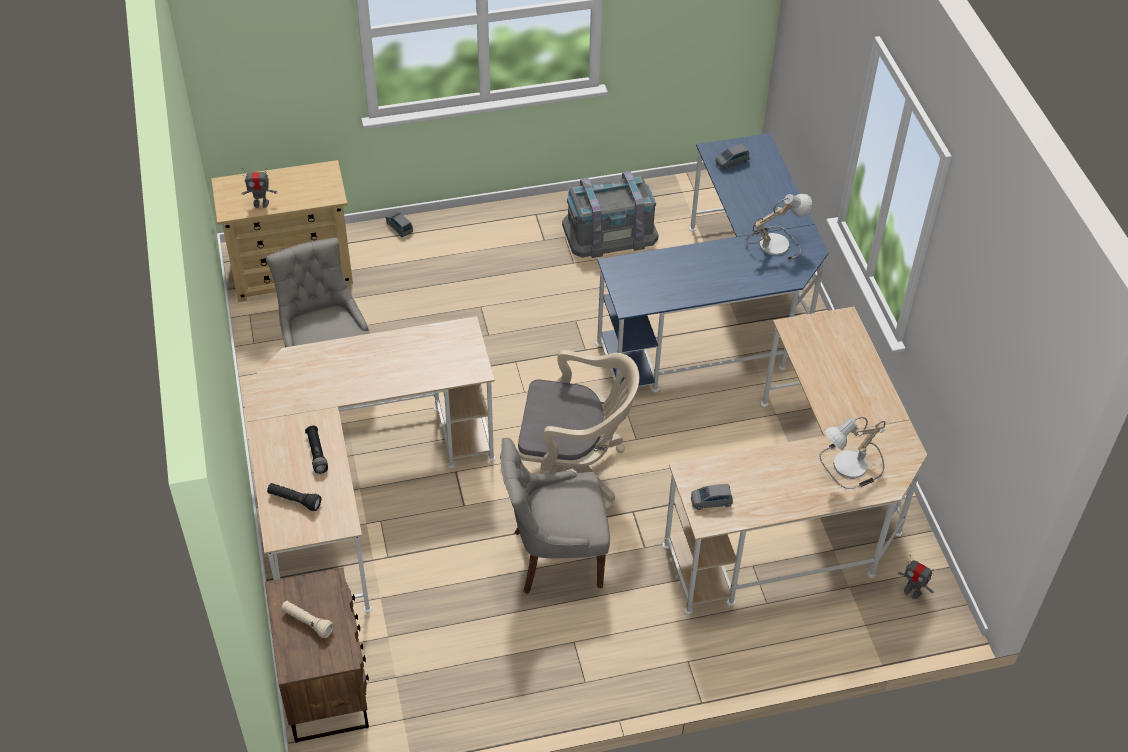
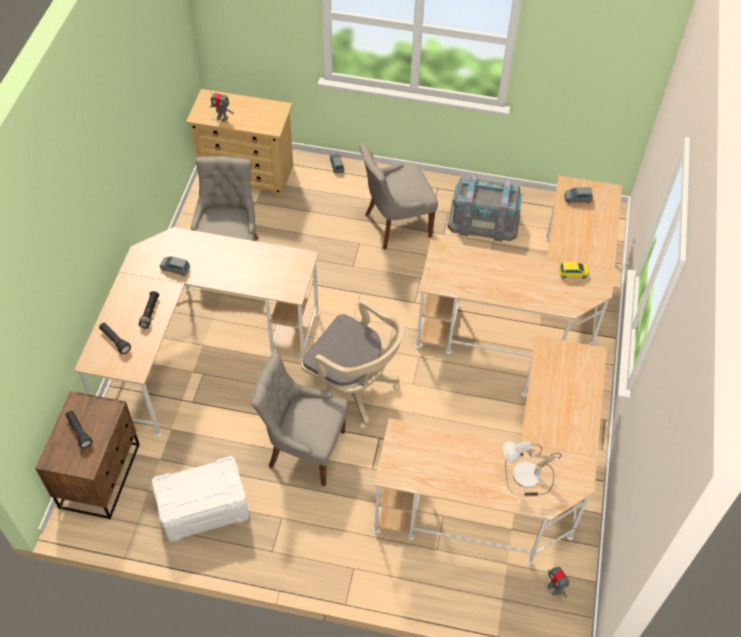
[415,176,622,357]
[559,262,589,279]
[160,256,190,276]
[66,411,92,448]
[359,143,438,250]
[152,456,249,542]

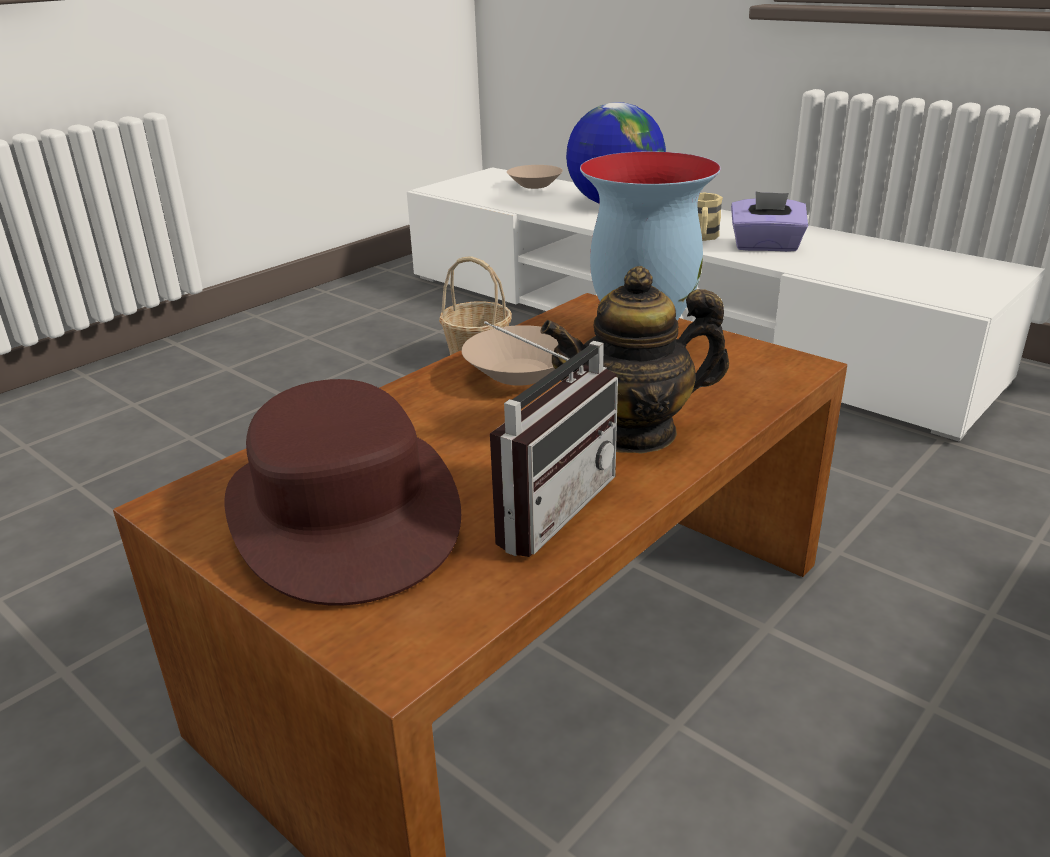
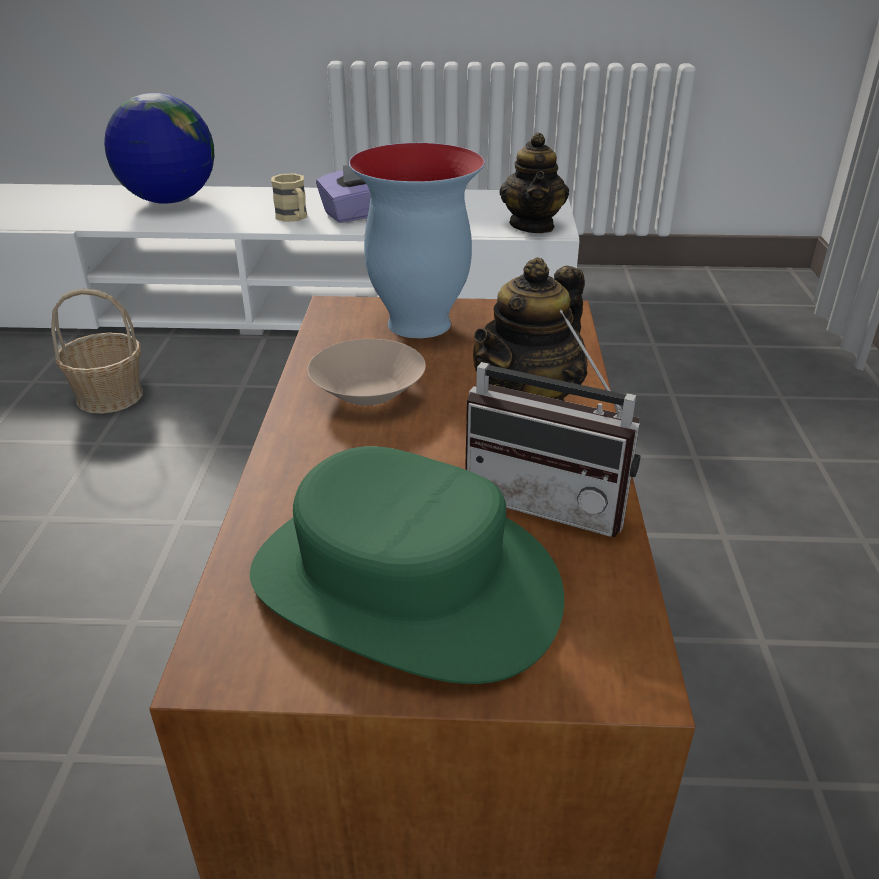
[507,165,563,189] (first image)
[465,310,640,537]
[250,446,564,684]
[499,132,569,233]

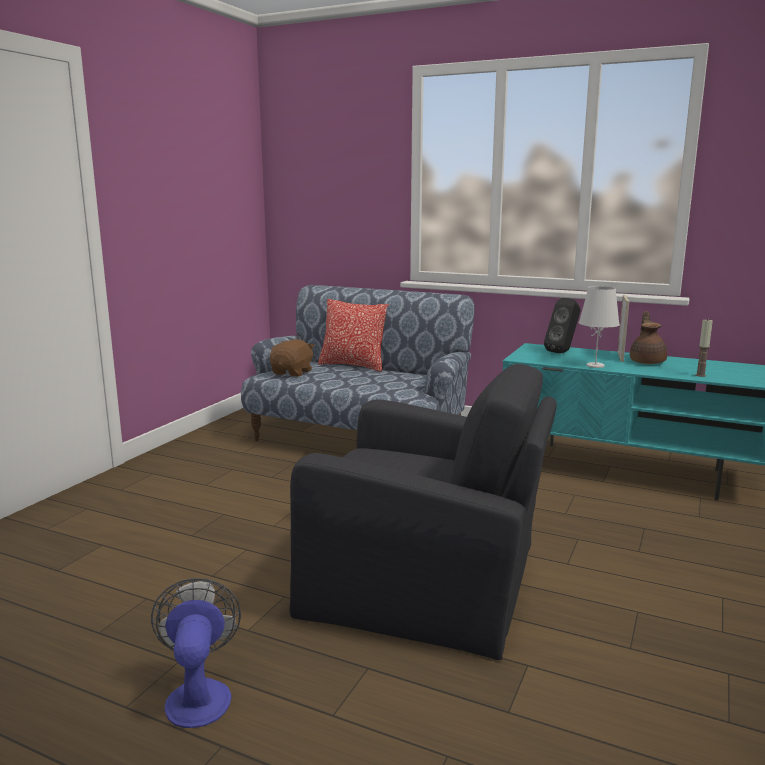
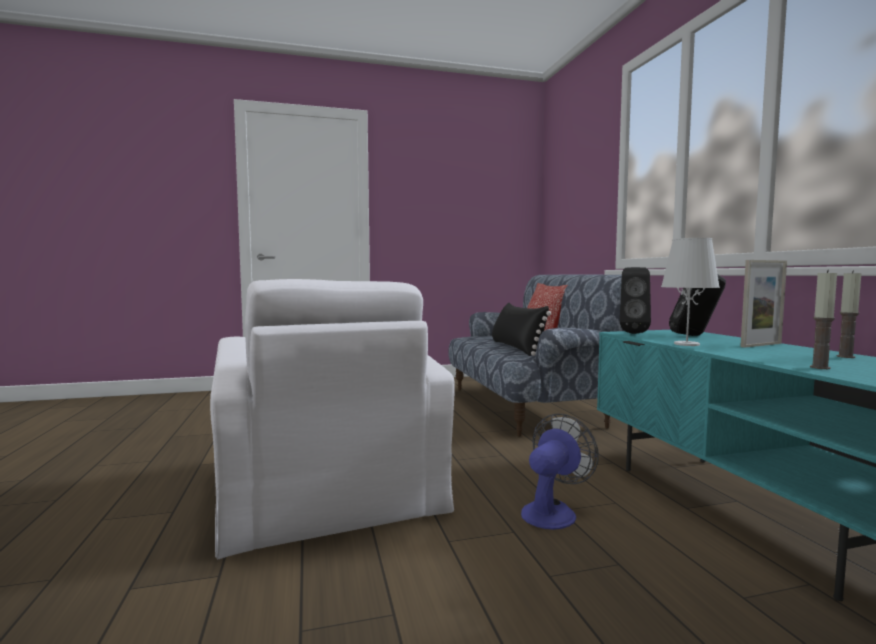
[630,311,667,364] (first image)
[270,339,315,377] (first image)
[210,279,455,560]
[521,414,599,530]
[620,267,651,334]
[837,270,862,358]
[492,303,551,356]

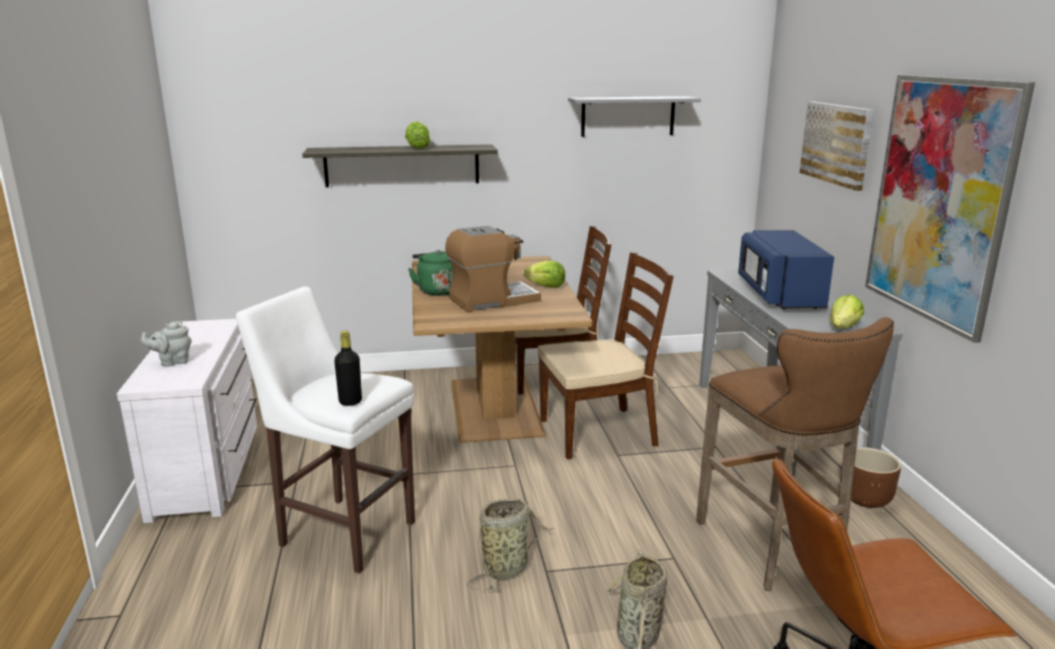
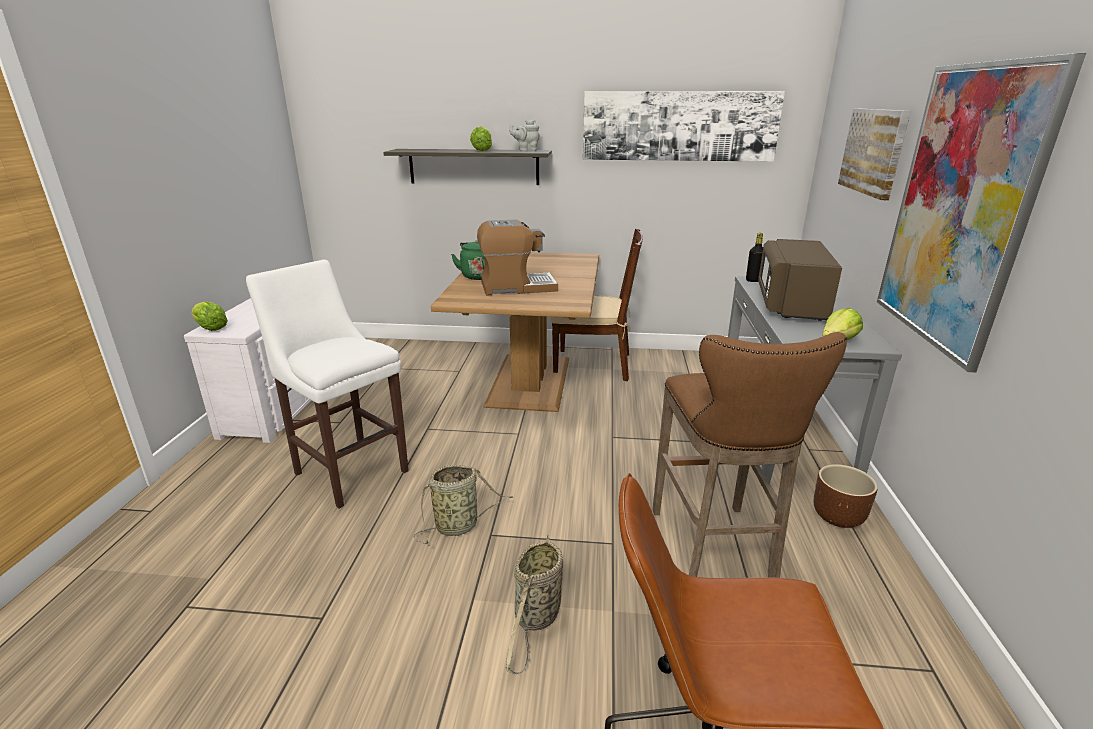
[583,91,785,162]
[758,239,842,321]
[537,252,674,459] (first image)
[191,302,228,331]
[509,120,540,152]
[746,233,763,282]

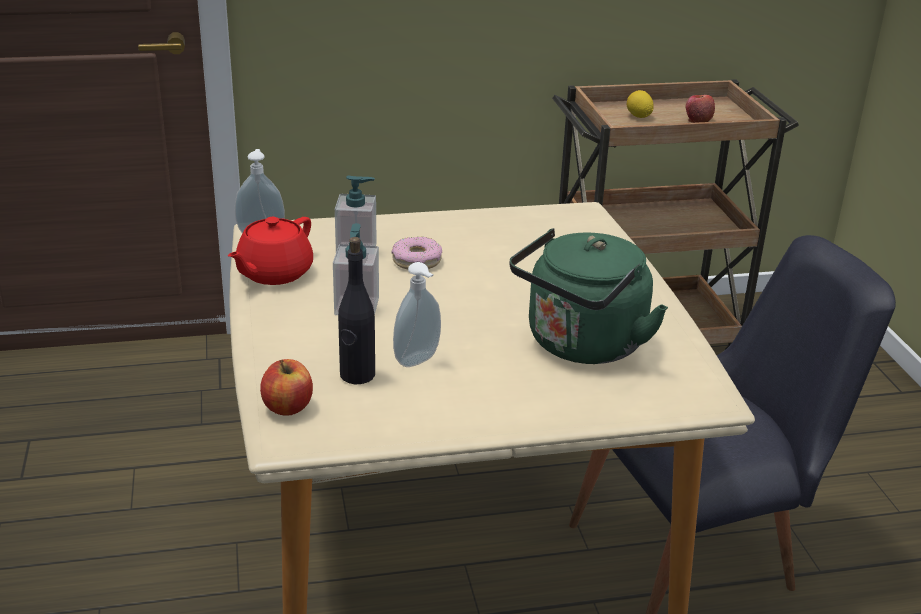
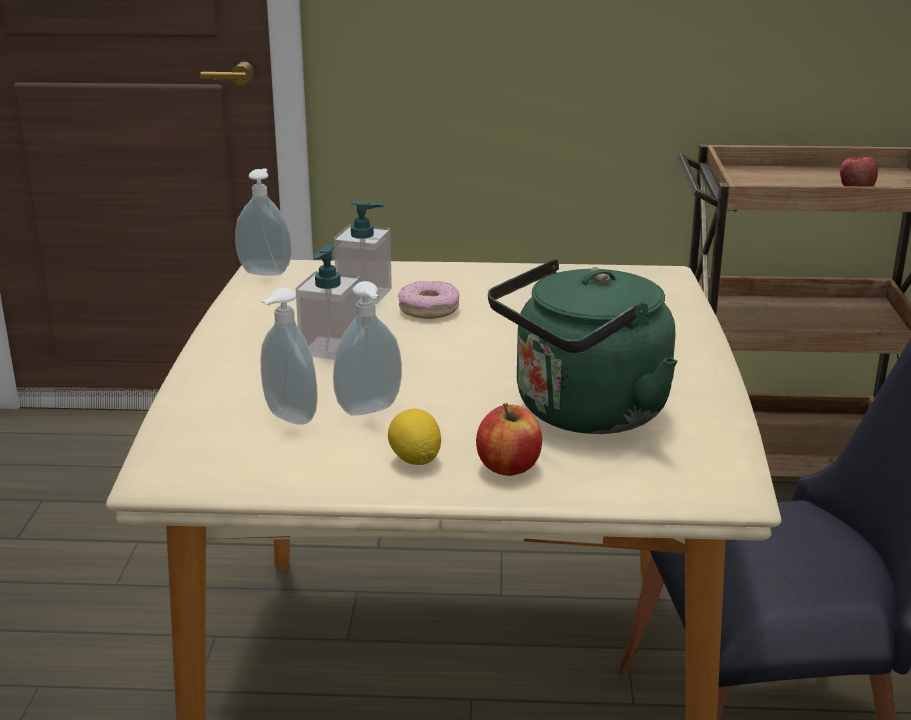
[388,408,441,465]
[228,217,313,285] (first image)
[261,288,318,425]
[476,403,542,476]

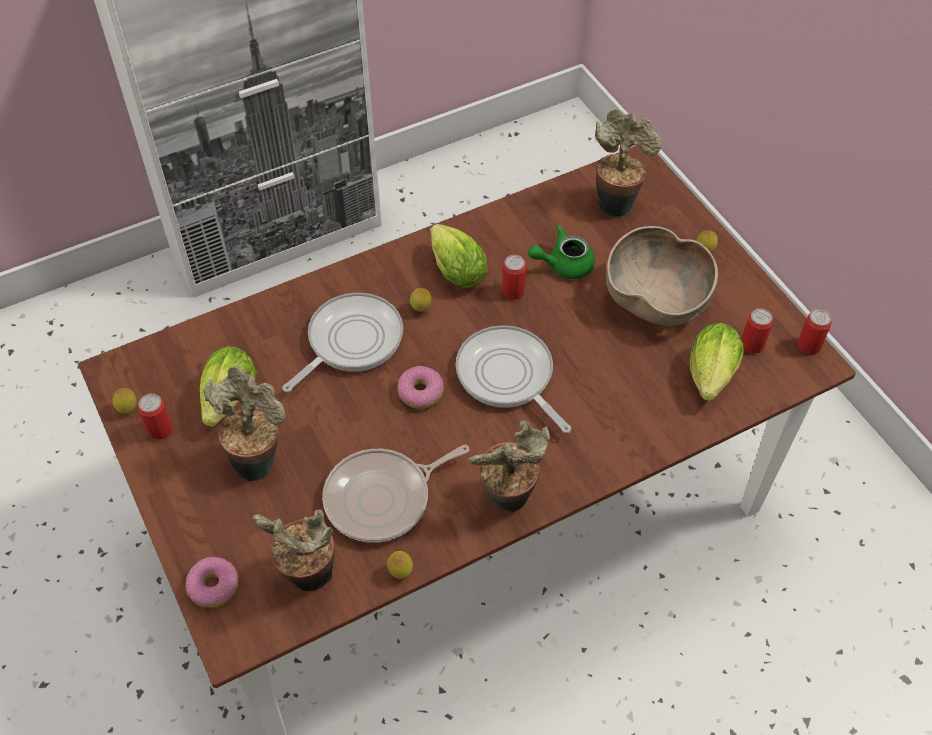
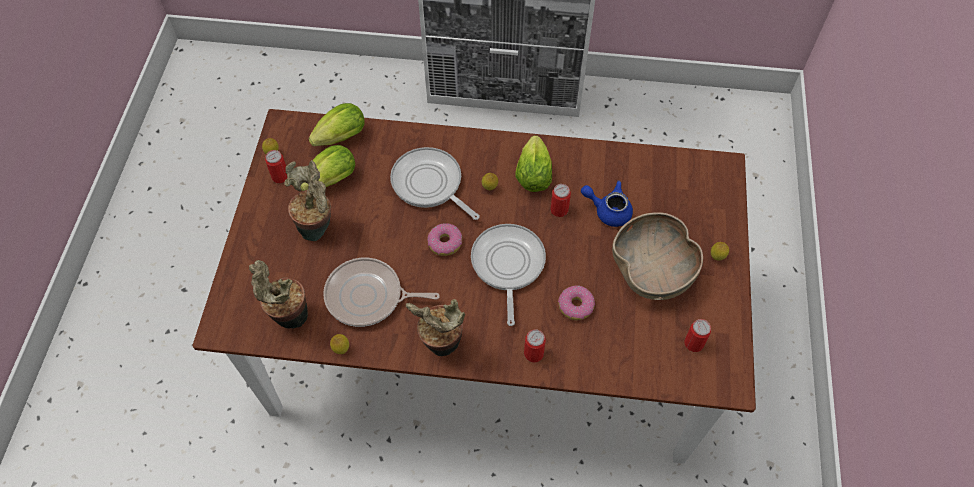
[595,109,662,218] (first image)
[581,181,633,227]
[390,147,480,220]
[524,329,546,362]
[308,103,365,146]
[558,285,595,320]

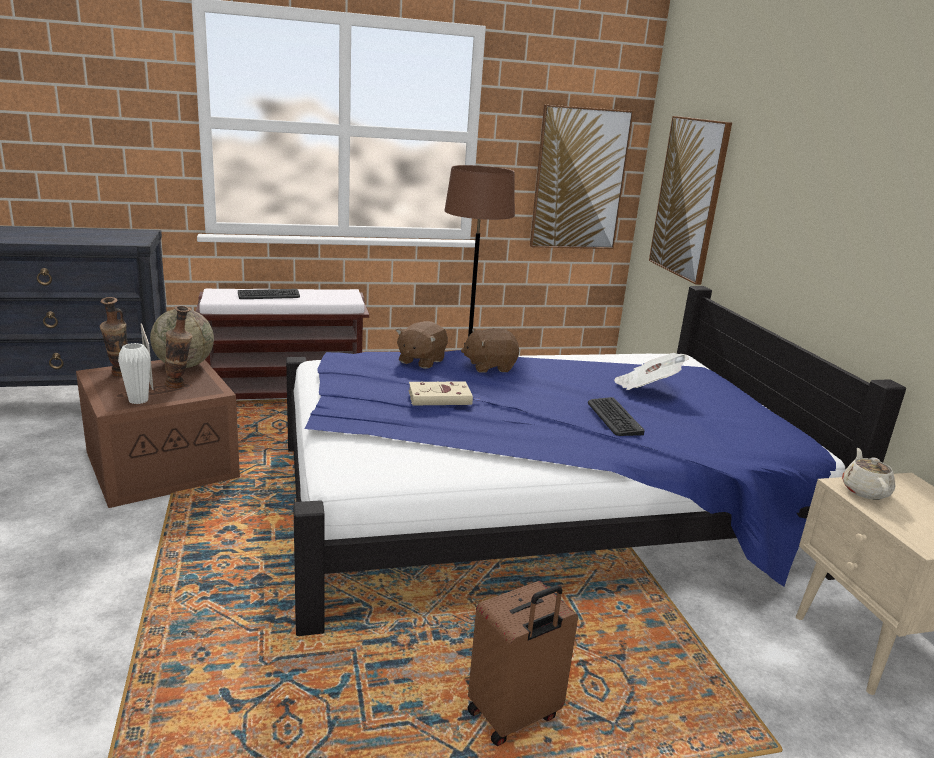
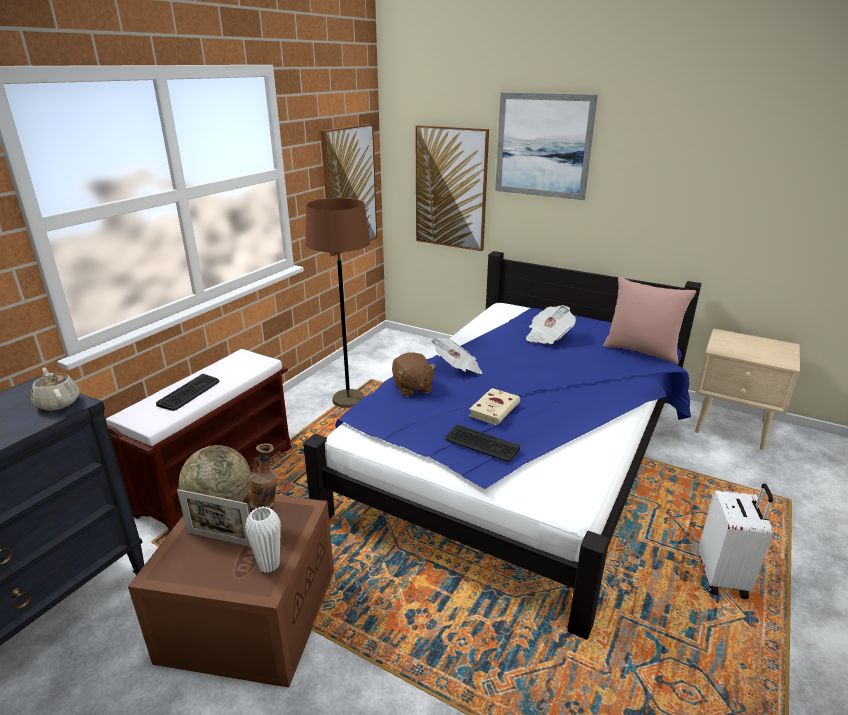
[100,297,127,377] (first image)
[430,338,483,374]
[445,425,520,462]
[31,367,80,411]
[699,483,773,599]
[495,92,598,200]
[603,277,696,364]

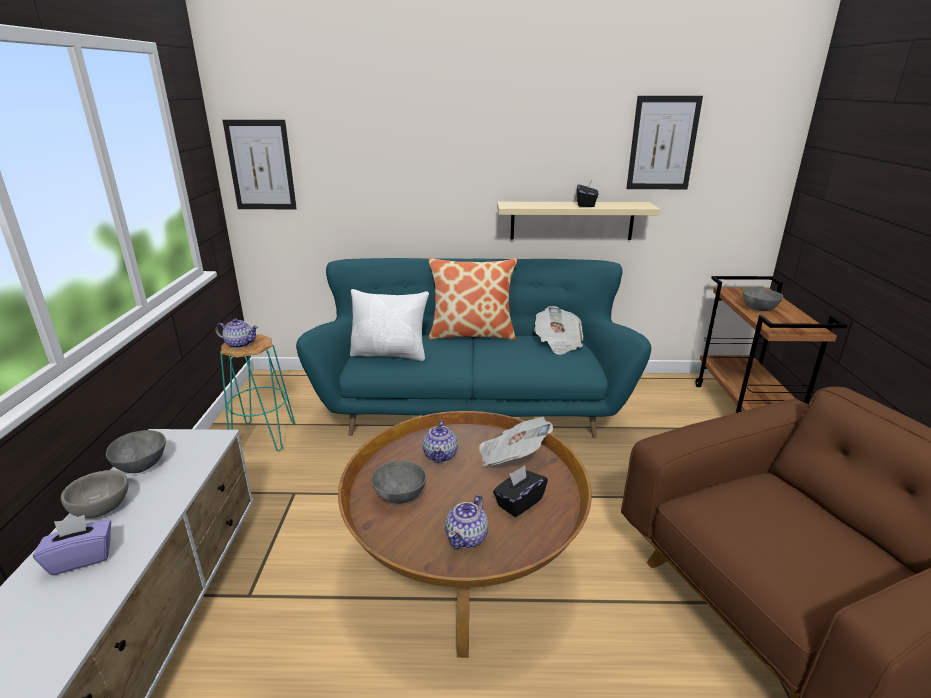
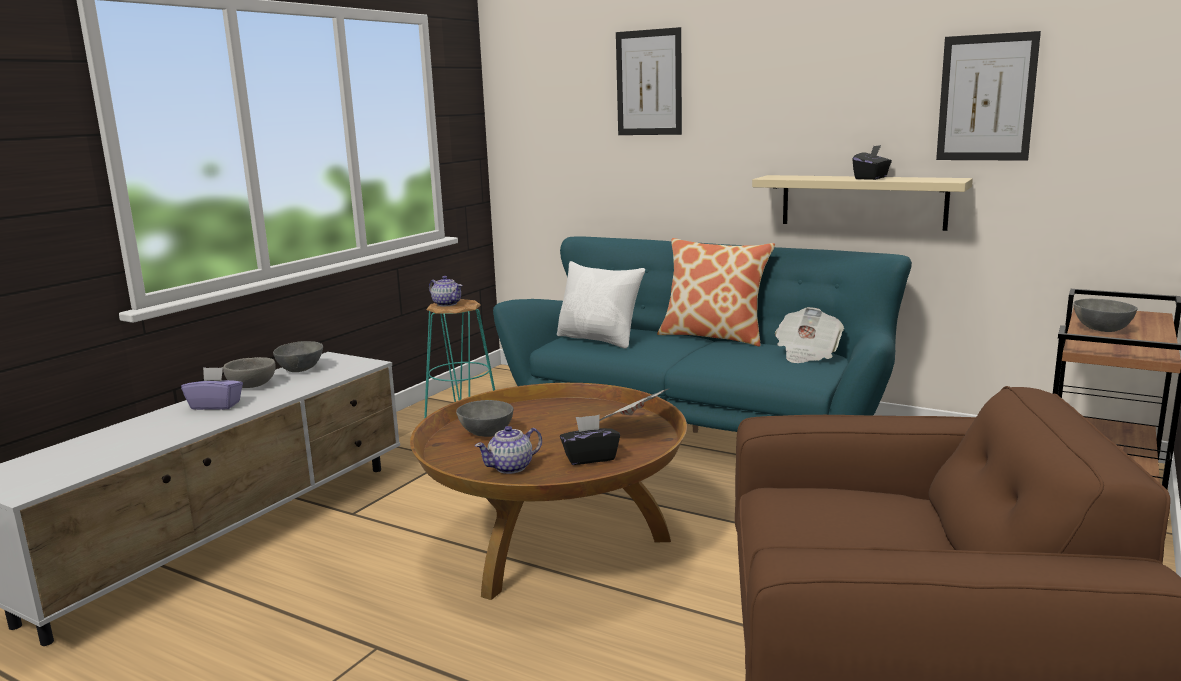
[616,27,682,135]
[423,420,458,463] (first image)

